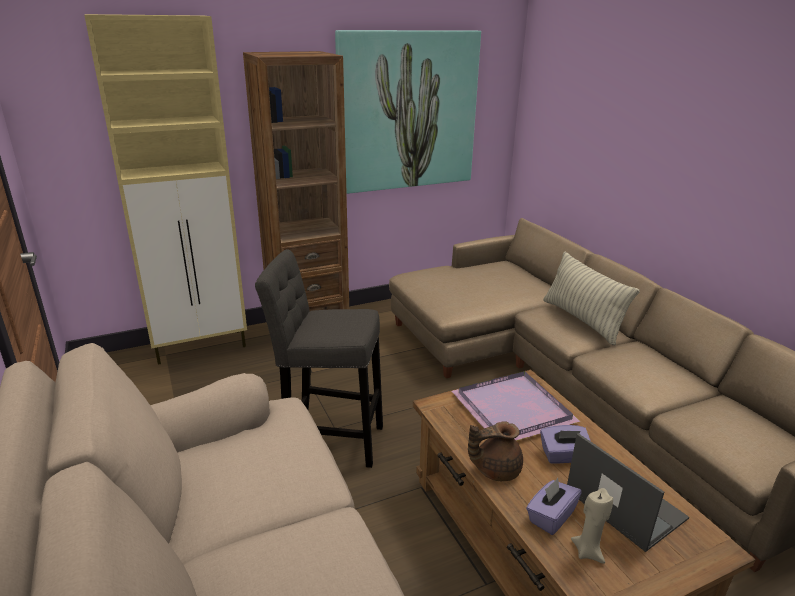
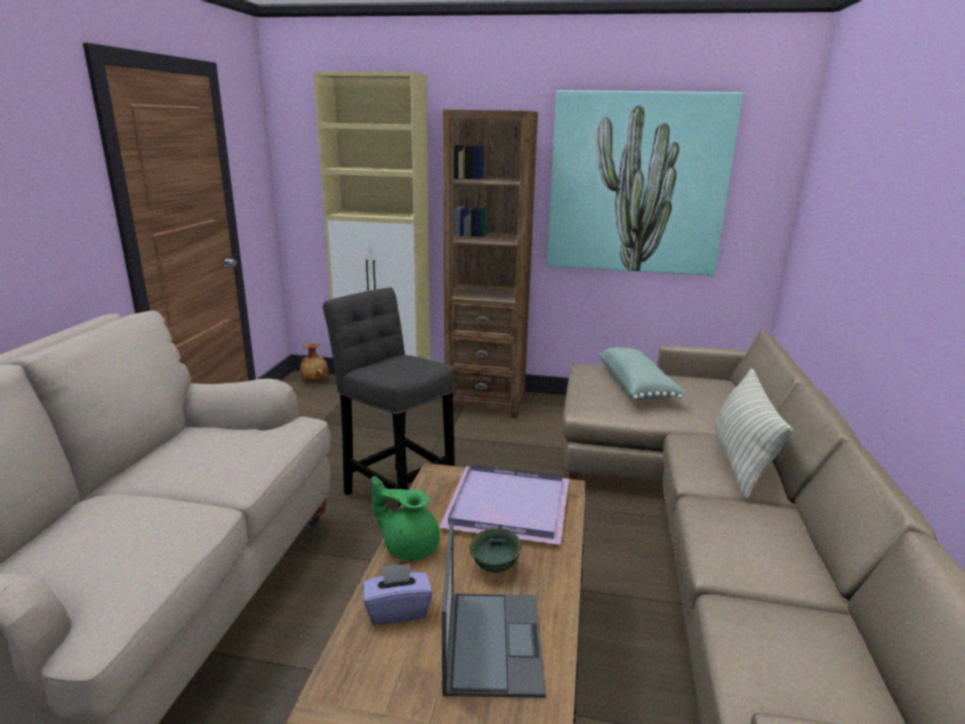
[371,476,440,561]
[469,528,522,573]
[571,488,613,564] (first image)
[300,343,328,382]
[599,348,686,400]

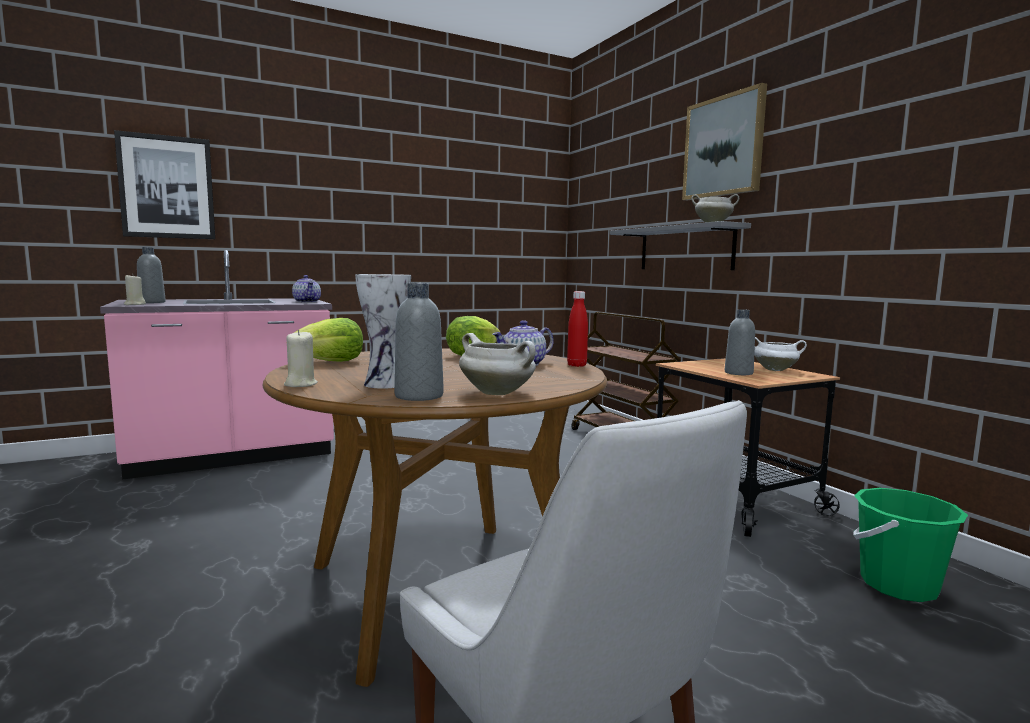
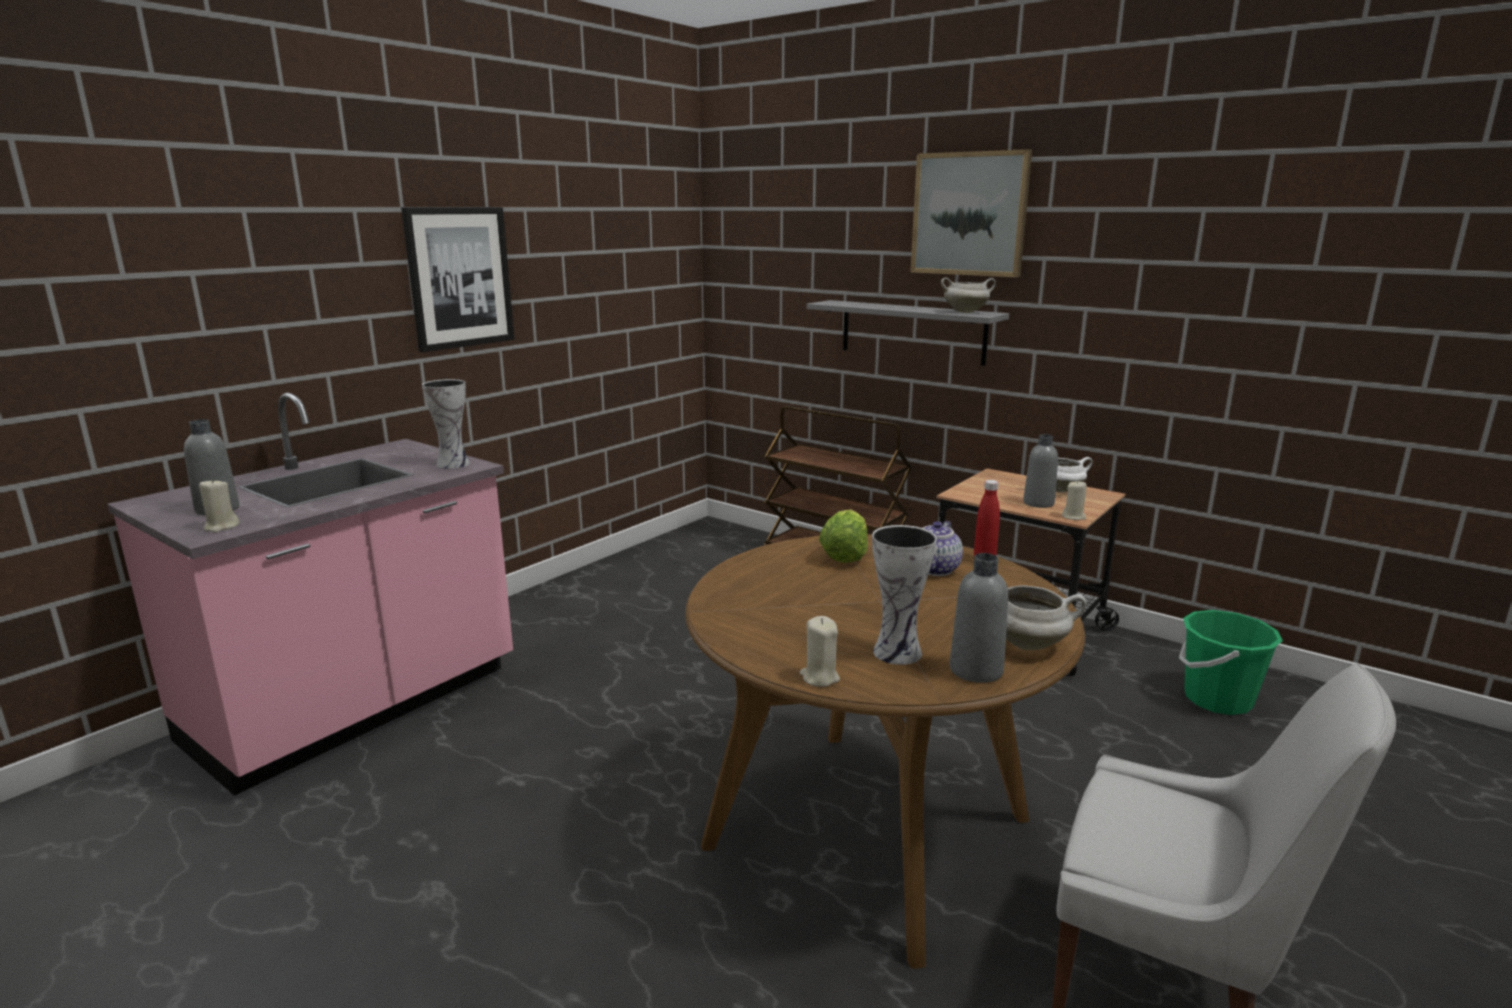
[401,207,514,352]
[422,379,470,469]
[294,318,363,362] (first image)
[1062,480,1087,520]

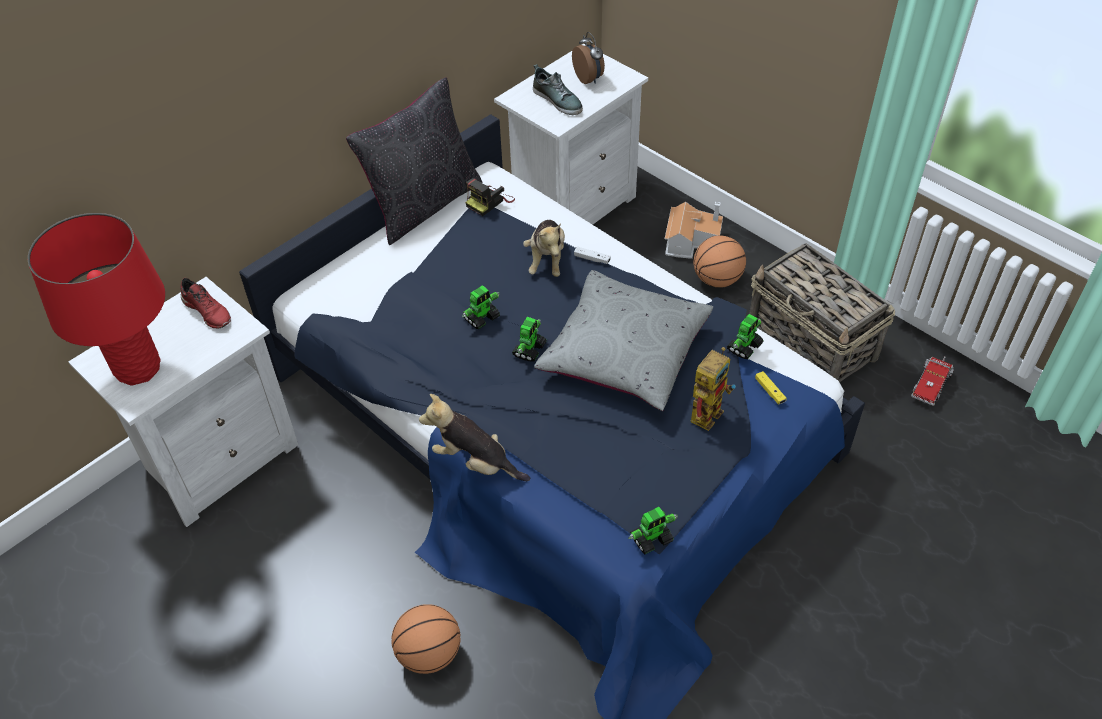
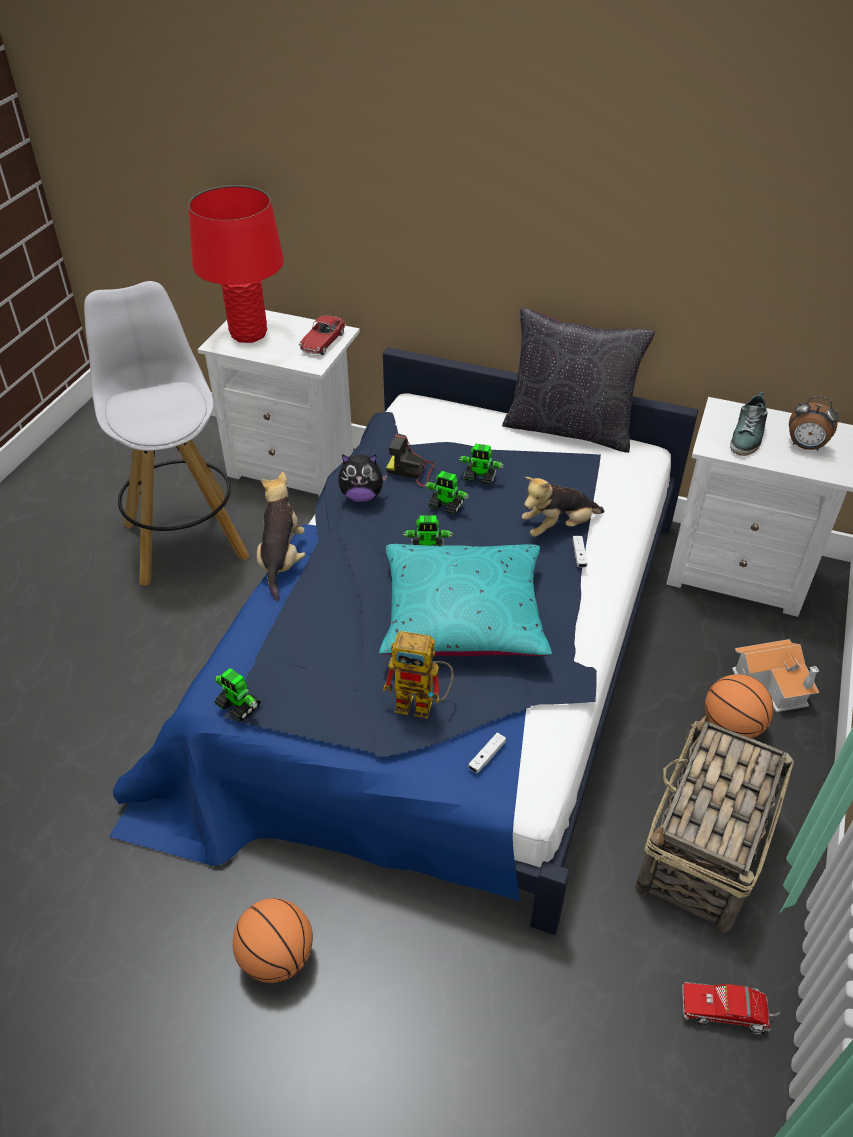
[789,396,839,451]
[386,433,435,486]
[379,544,552,656]
[299,315,346,355]
[459,443,504,485]
[468,733,506,773]
[233,898,313,983]
[84,281,250,586]
[338,454,387,502]

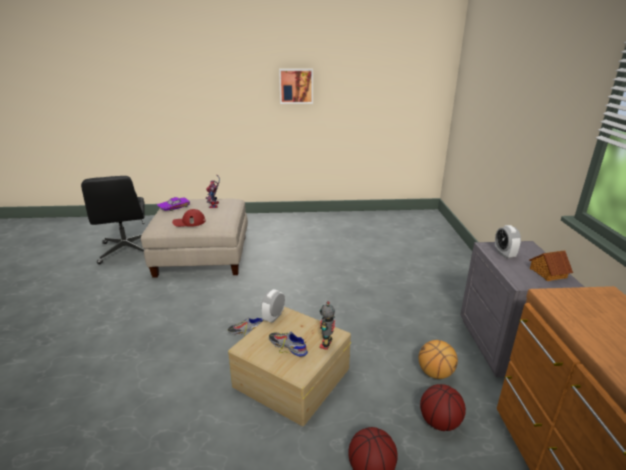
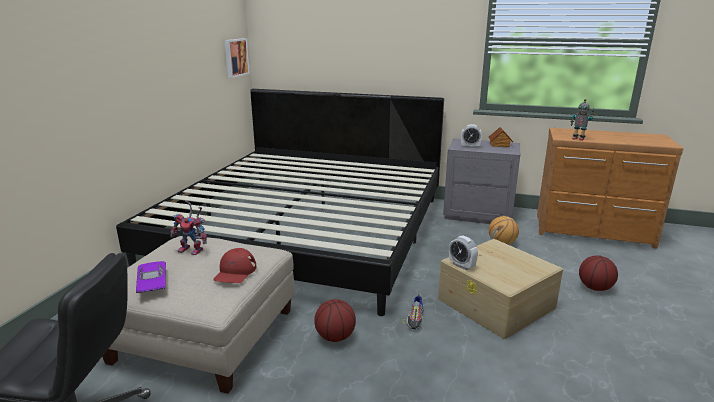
[225,38,250,78]
[570,99,594,141]
[269,331,308,357] (first image)
[314,299,356,342]
[116,89,444,316]

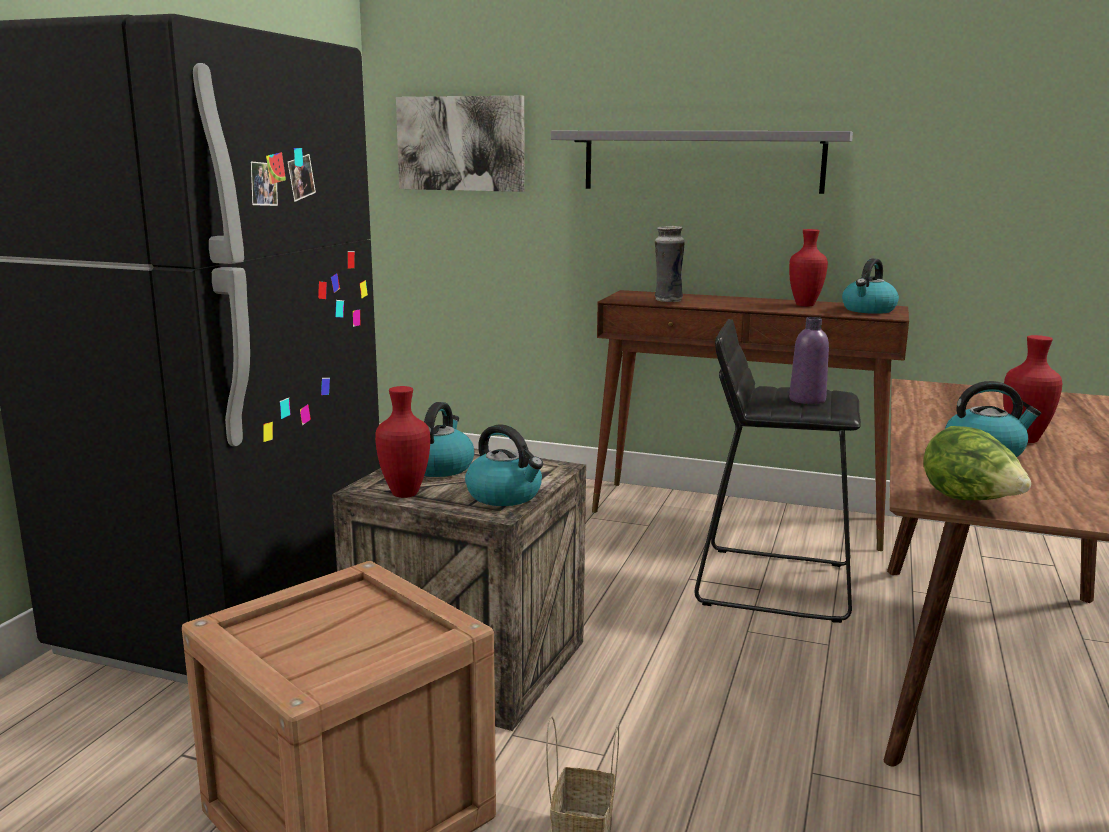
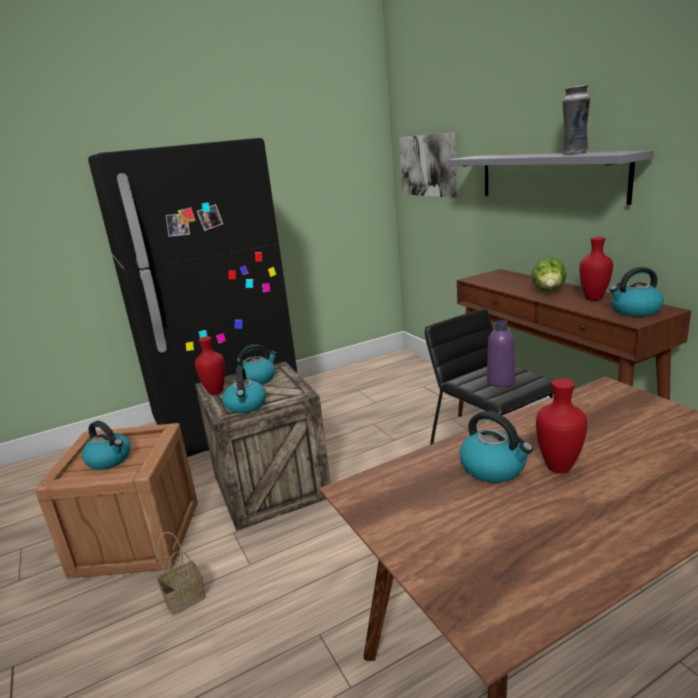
[562,85,590,155]
[531,258,567,291]
[82,421,131,470]

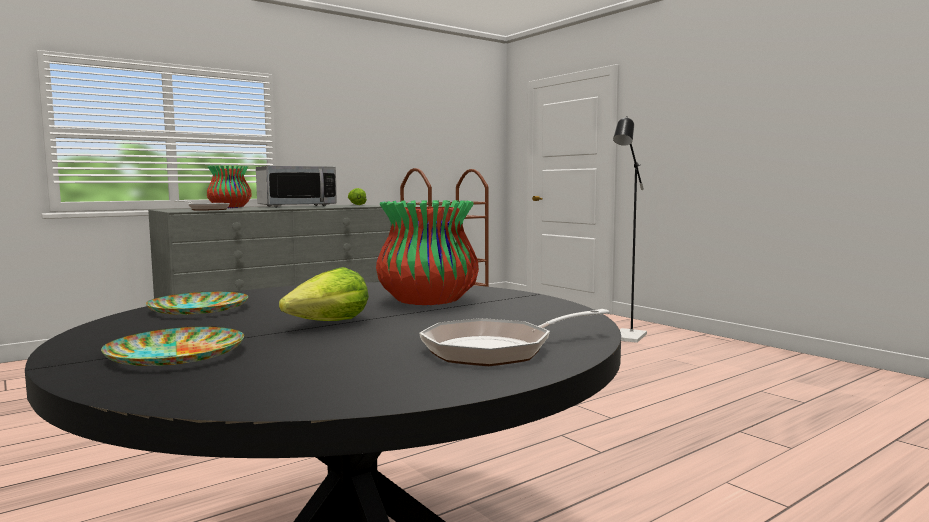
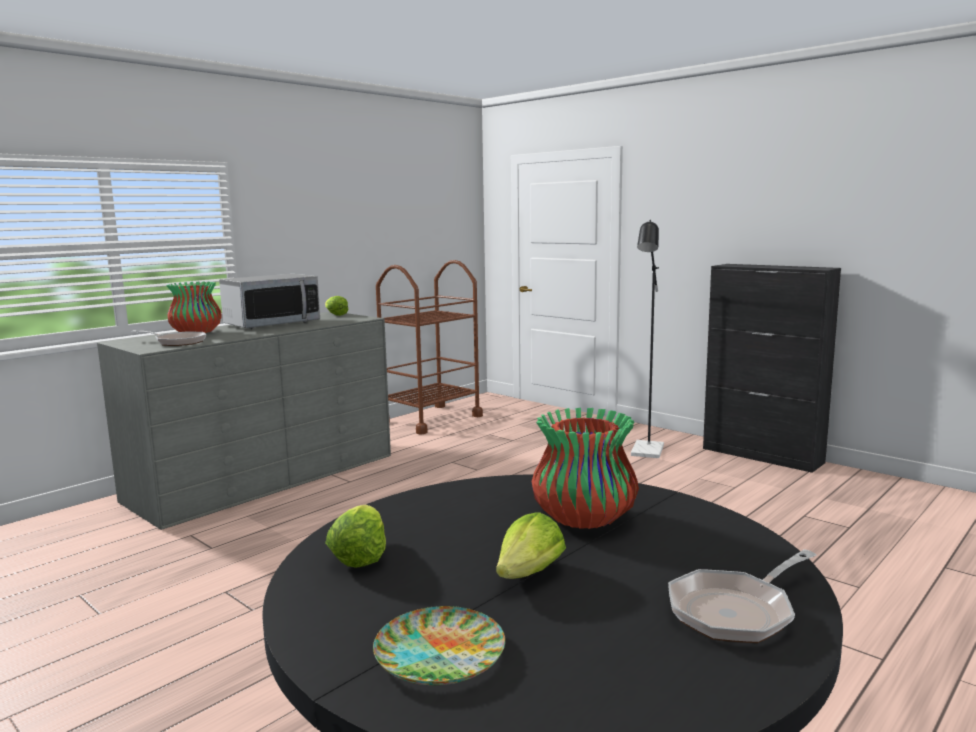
[325,505,386,568]
[703,264,841,473]

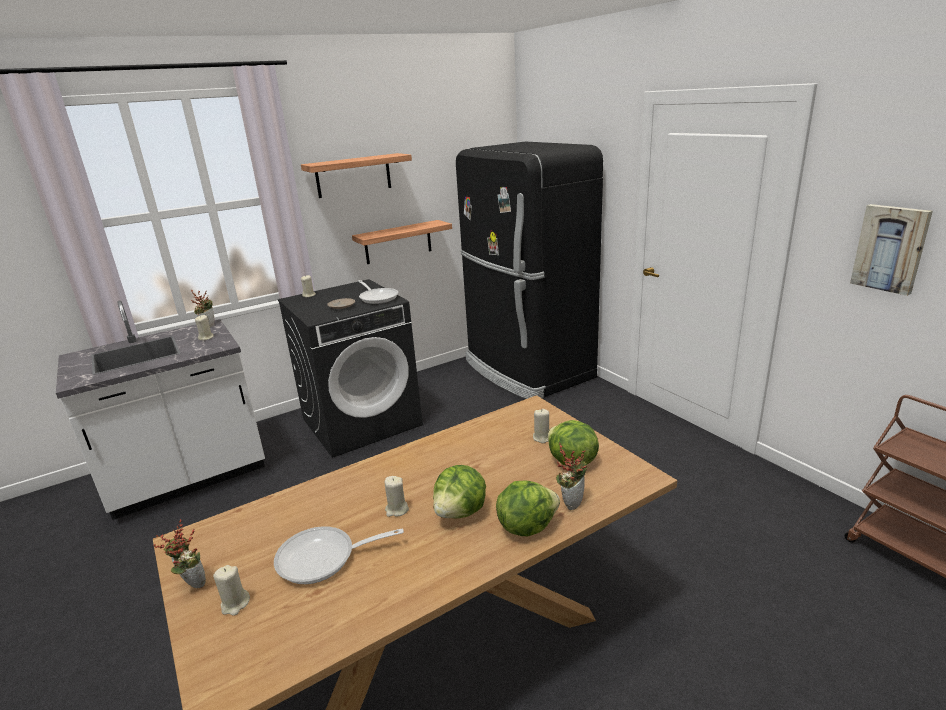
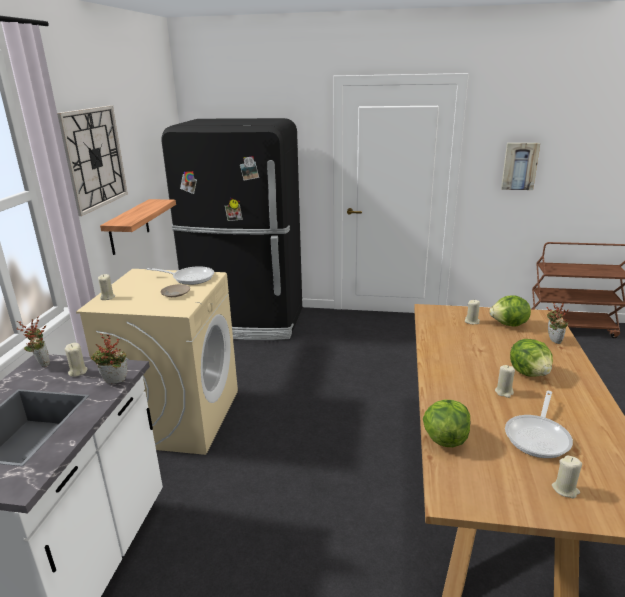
[57,106,128,216]
[76,269,238,455]
[423,400,470,447]
[91,334,127,384]

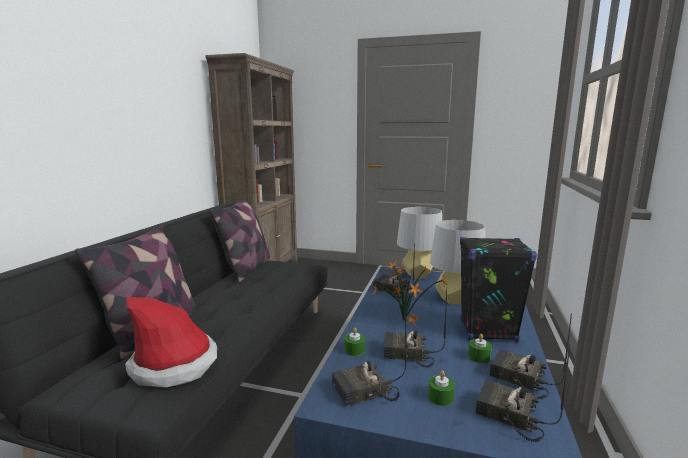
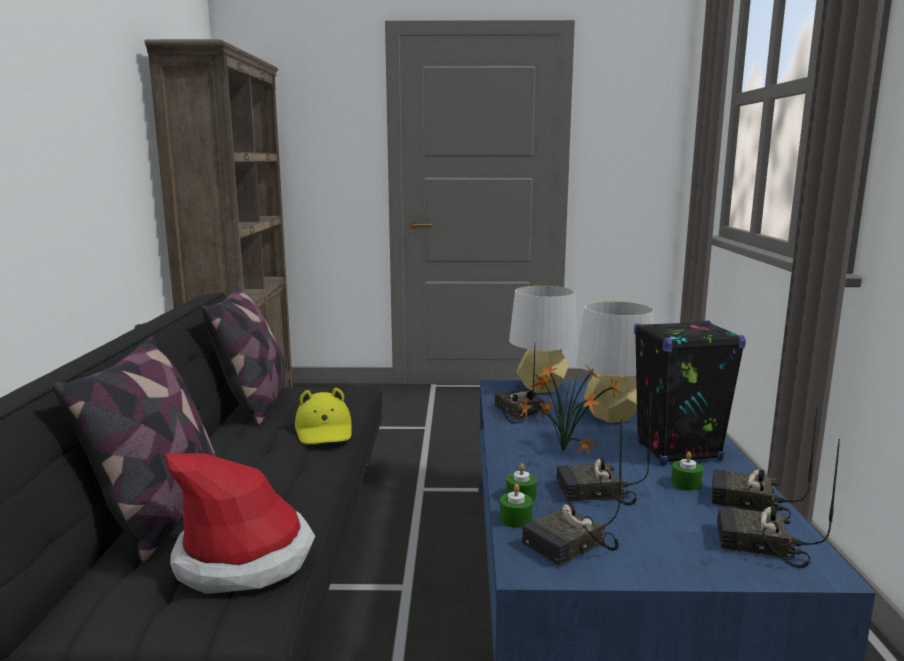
[495,346,546,424]
[500,484,533,528]
[295,388,352,444]

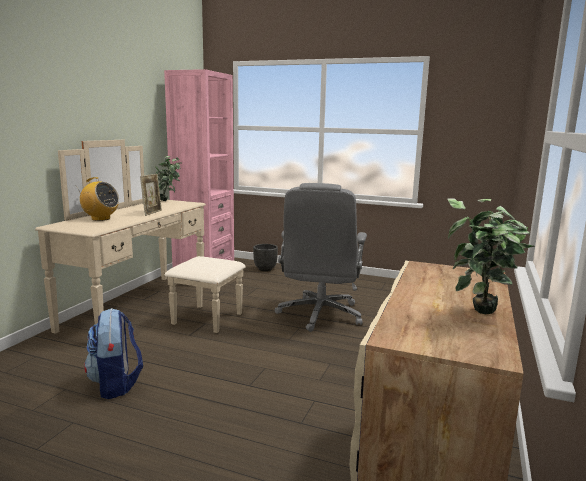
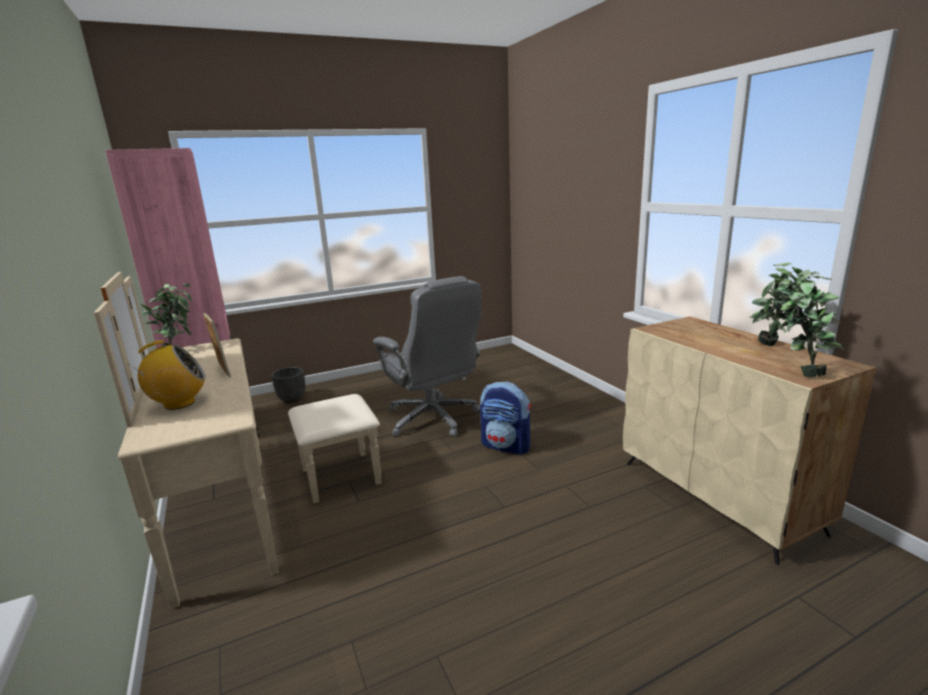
[480,382,531,455]
[777,271,845,377]

